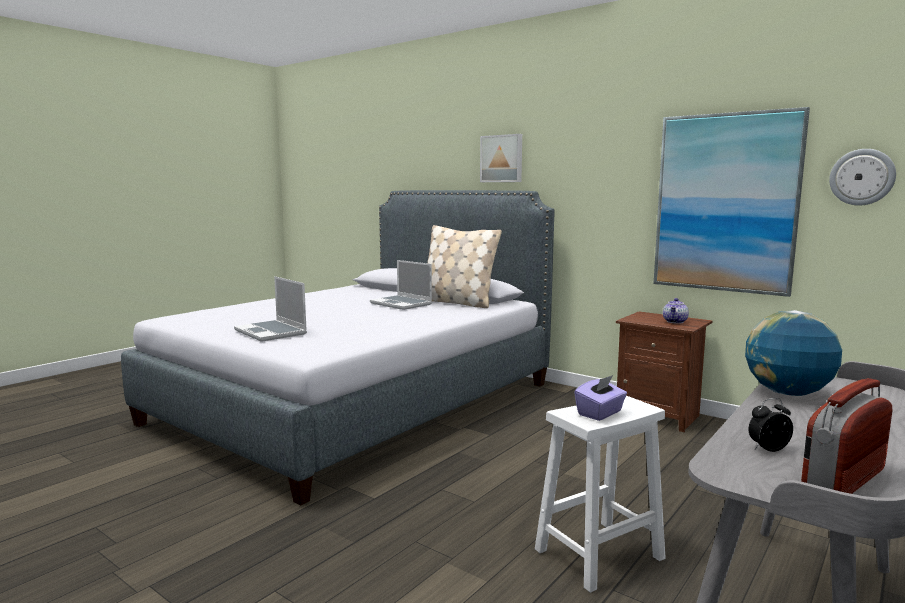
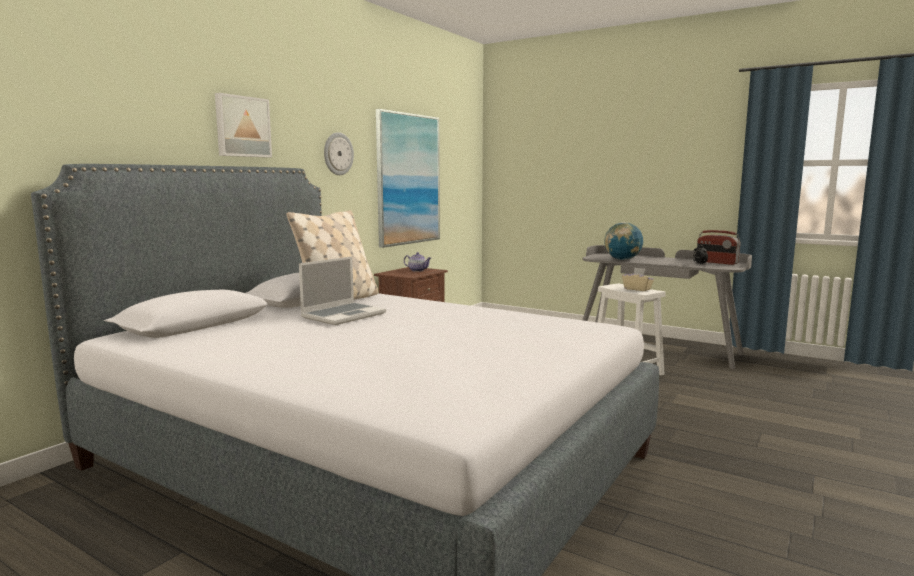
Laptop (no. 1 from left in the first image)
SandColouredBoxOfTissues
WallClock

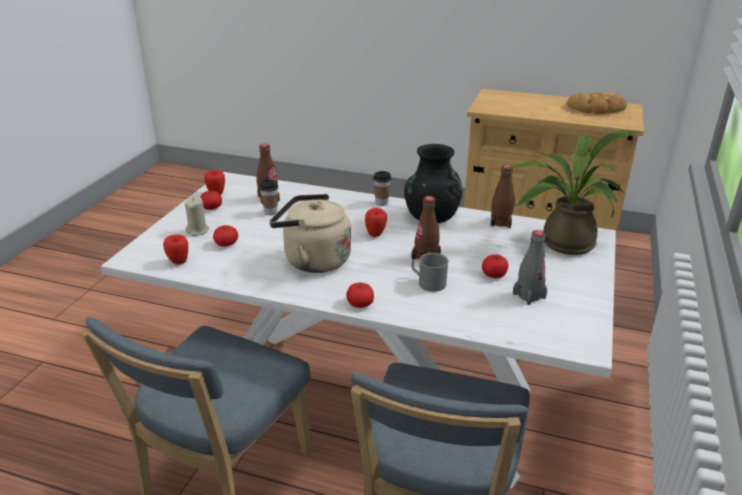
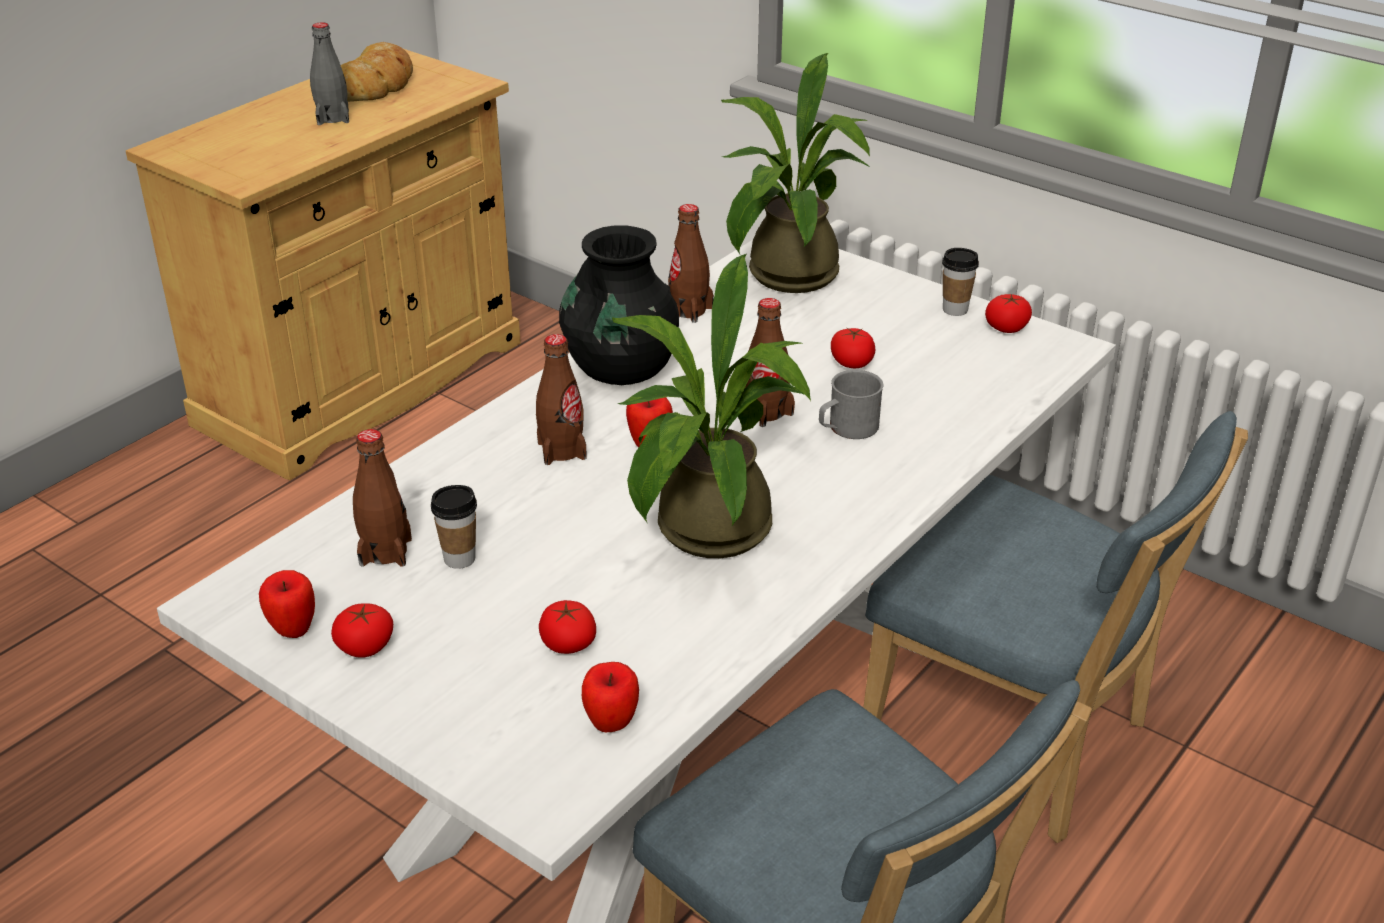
SandColouredWaxCandle
Houseplant (no. 1 from left)
Tomato (no. 4 from left)
DrinkingCup (no. 2 from left)
GrayBeverageBottle
BrownishBeverageBottle (no. 2 from left)

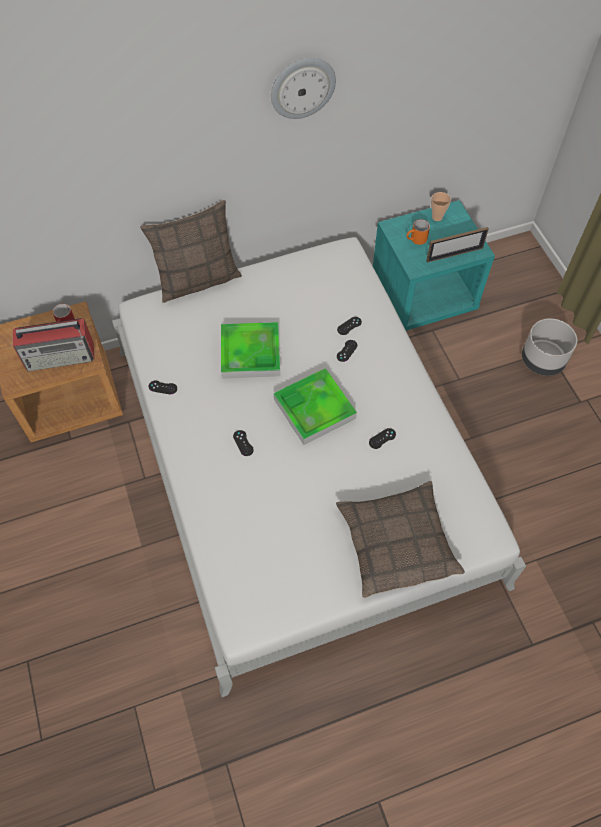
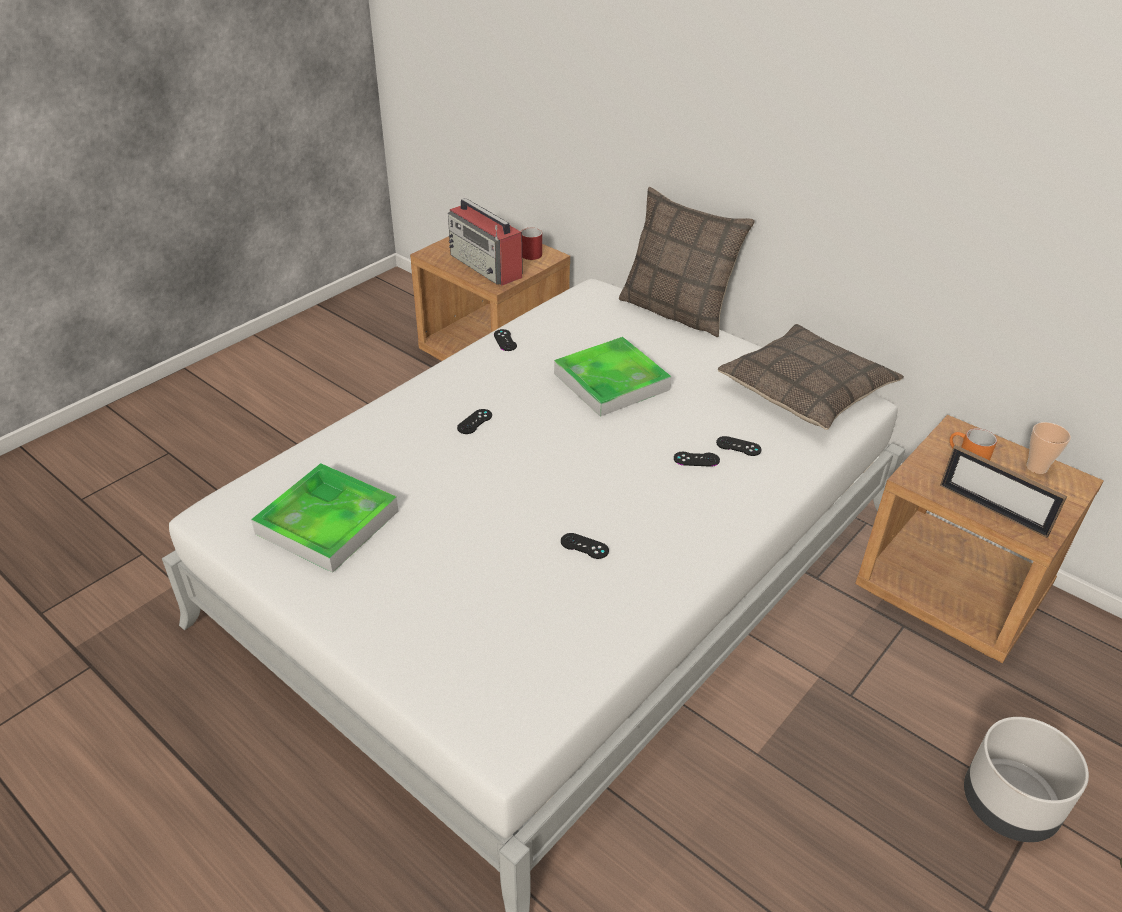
WallClock
CarryingTray (no. 1 from left)
ThrowPillow (no. 2 from left)
BrownishBedsideTable (no. 2 from left)

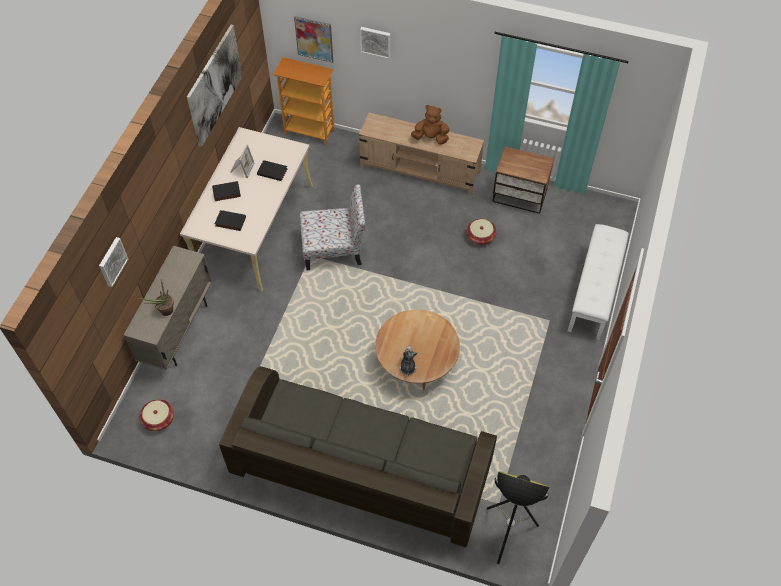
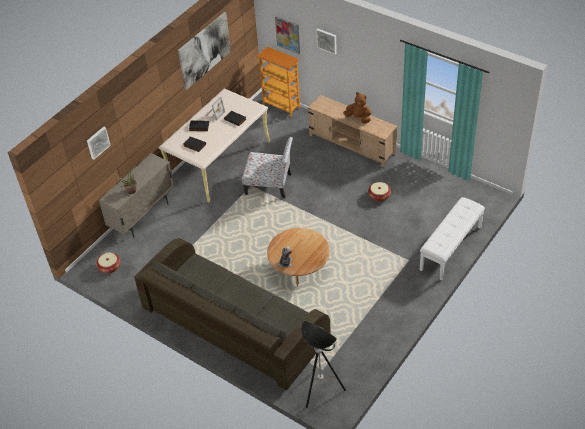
BedsideTable

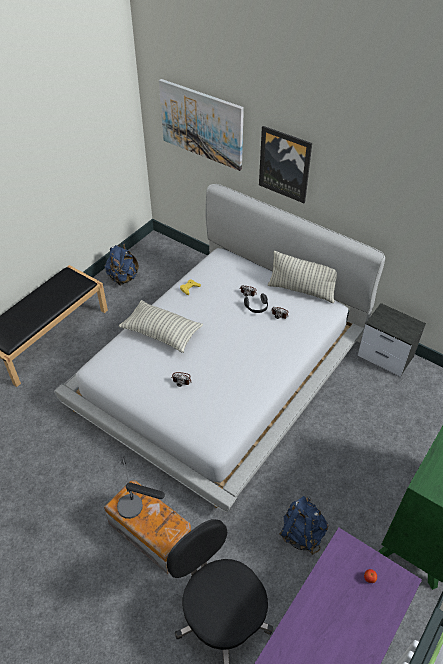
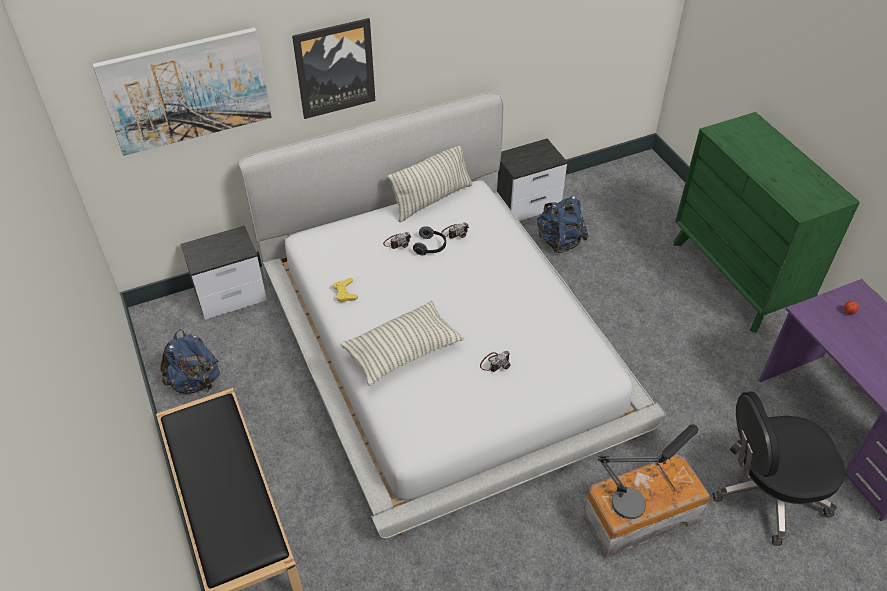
BlueColouredBackpack (no. 2 from left)
BedsideTable (no. 1 from left)

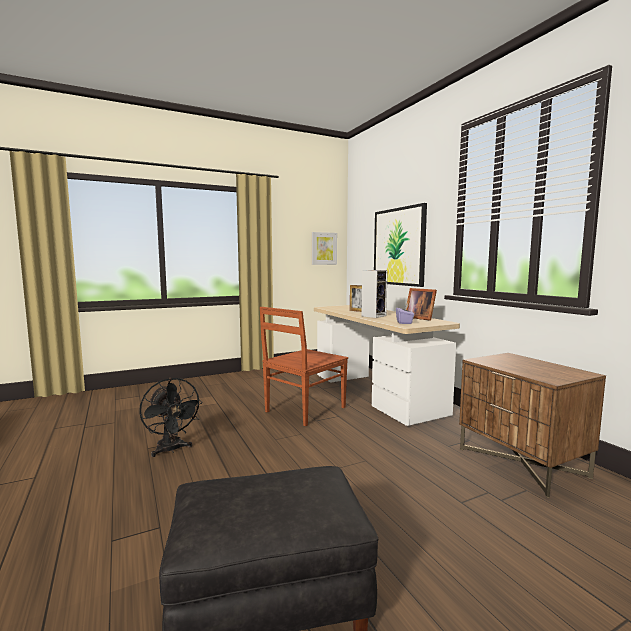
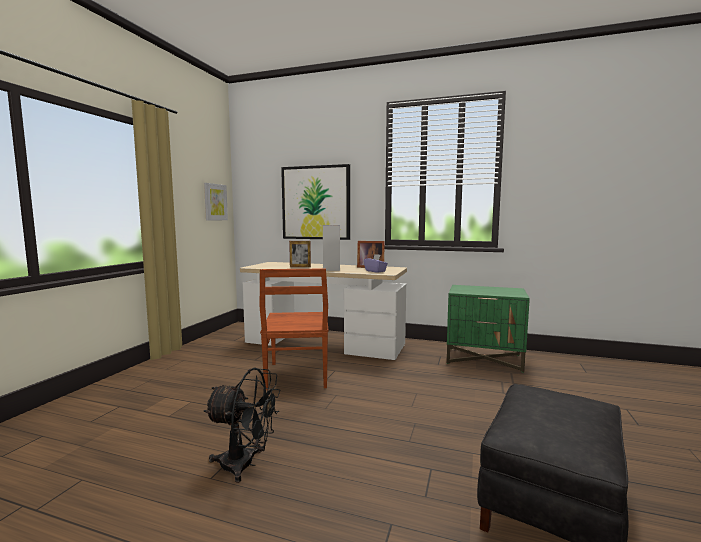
GreenishBedsideTable

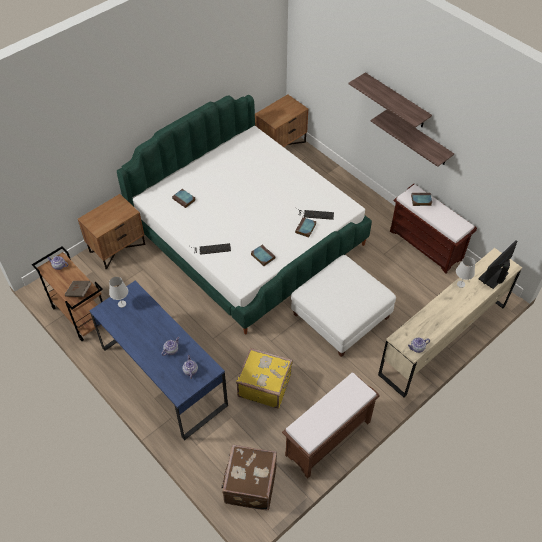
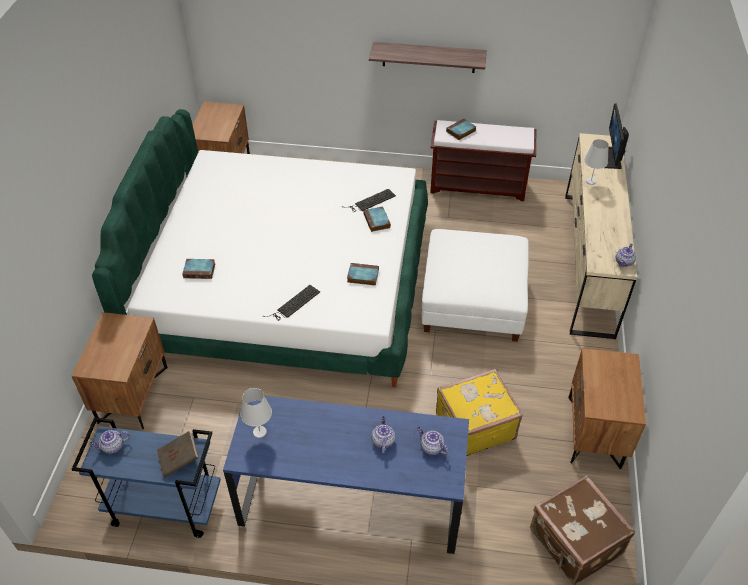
BlueColouredWheeledCart
BrownishBedsideTable (no. 3 from left)
BracketShelf (no. 1 from left in the first image)

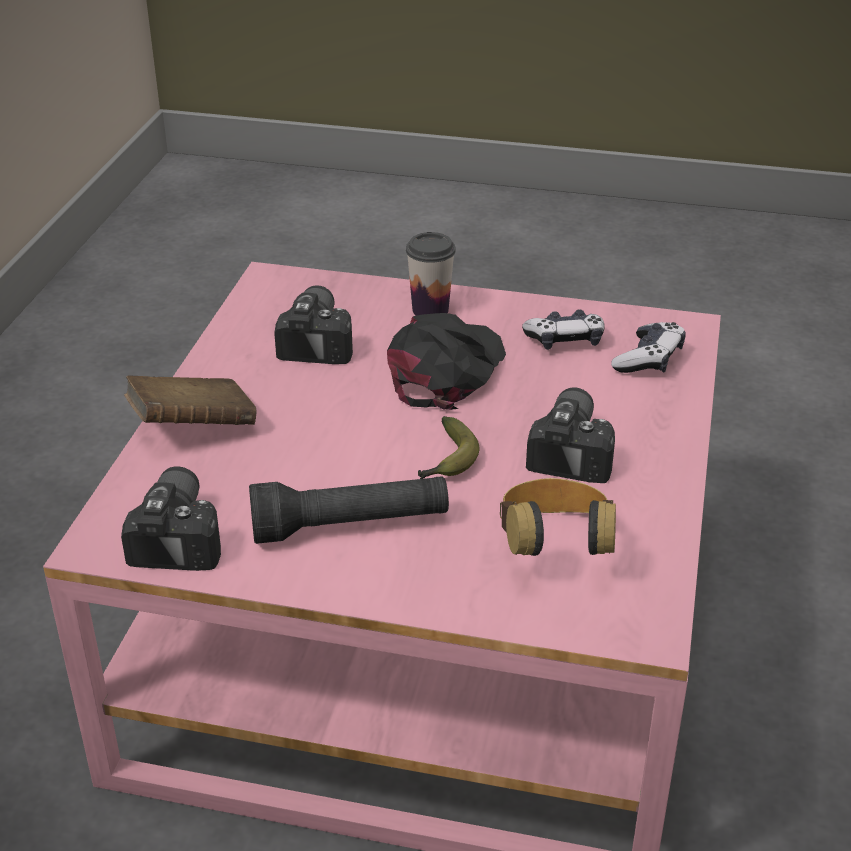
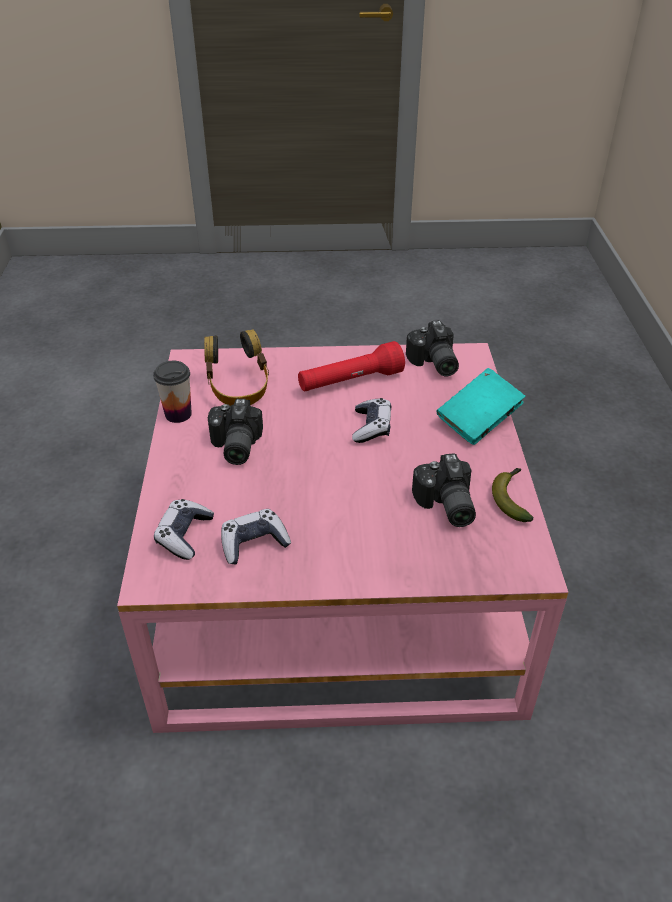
TurquoiseBook
ReddishHandTorch
BlackBaseballCap
DrinkingCup
BananaFruit
Joypad (no. 3 from left)

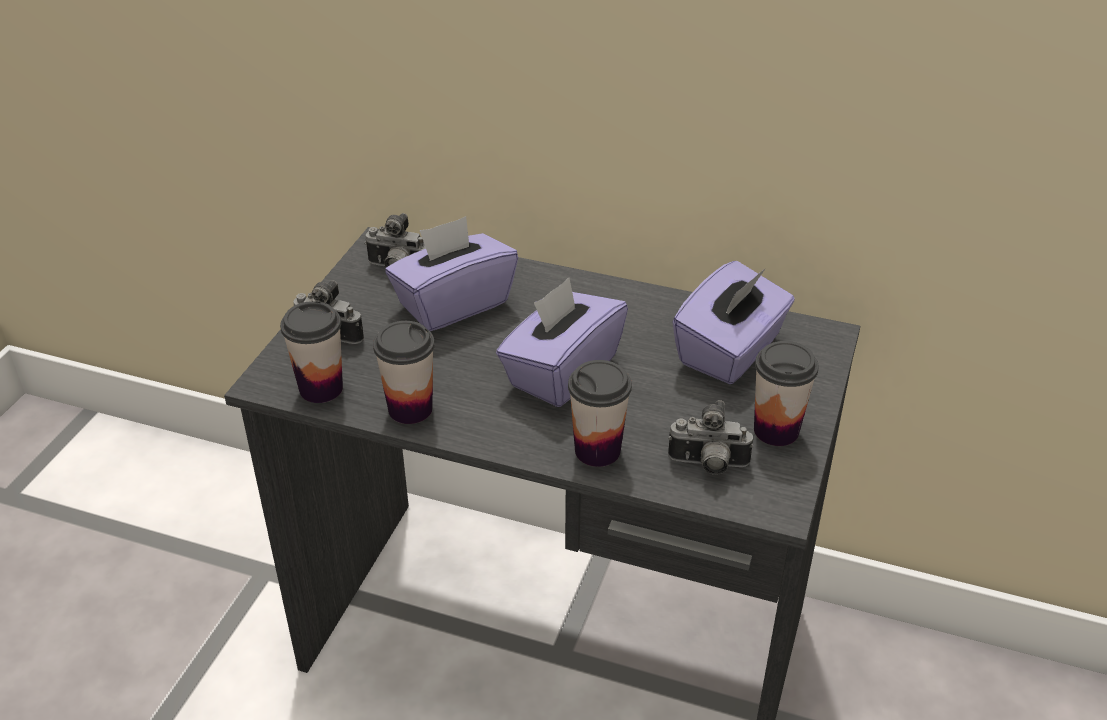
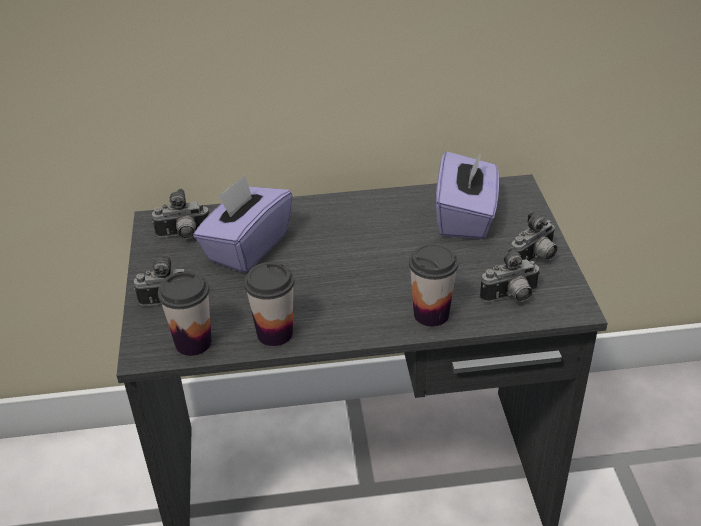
PurpleBoxOfTissues (no. 2 from left in the first image)
PhotoCamera (no. 4 from left)

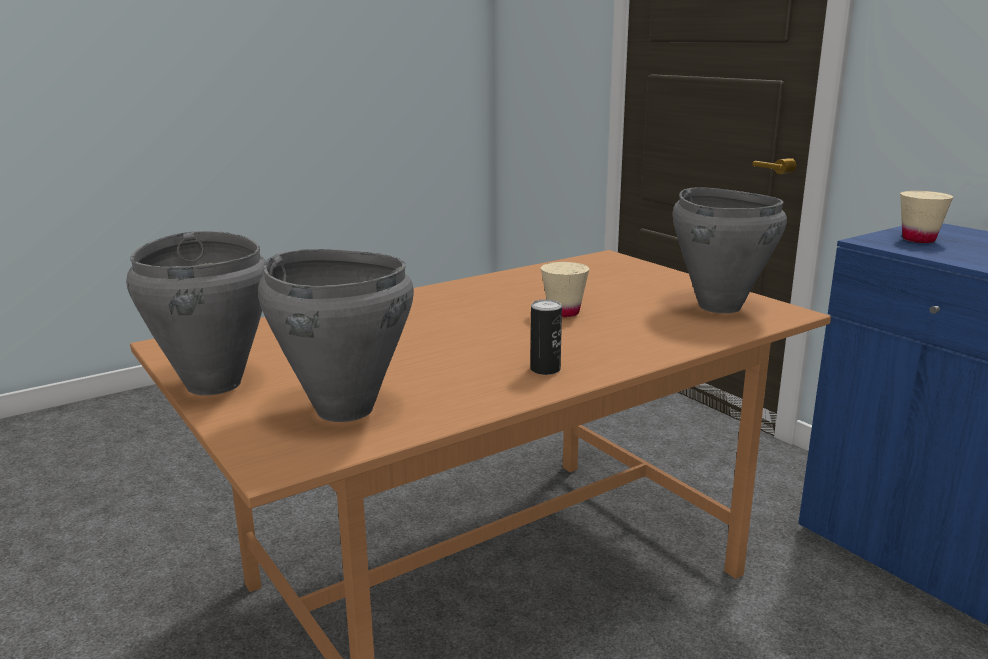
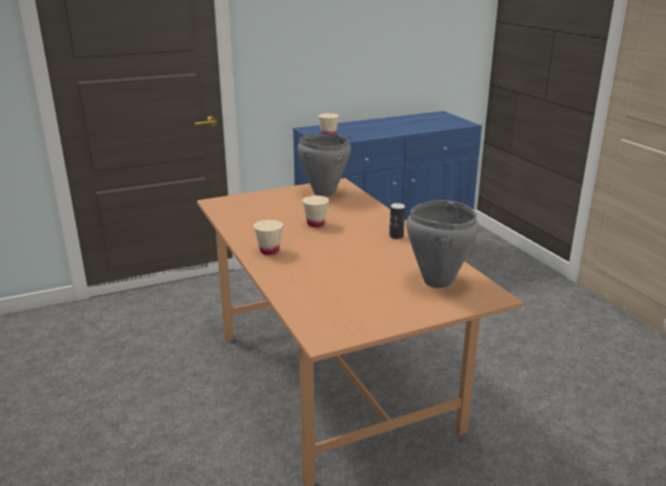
GrayStockpot (no. 1 from left in the first image)
SandColouredDrinkingCup (no. 1 from left)

